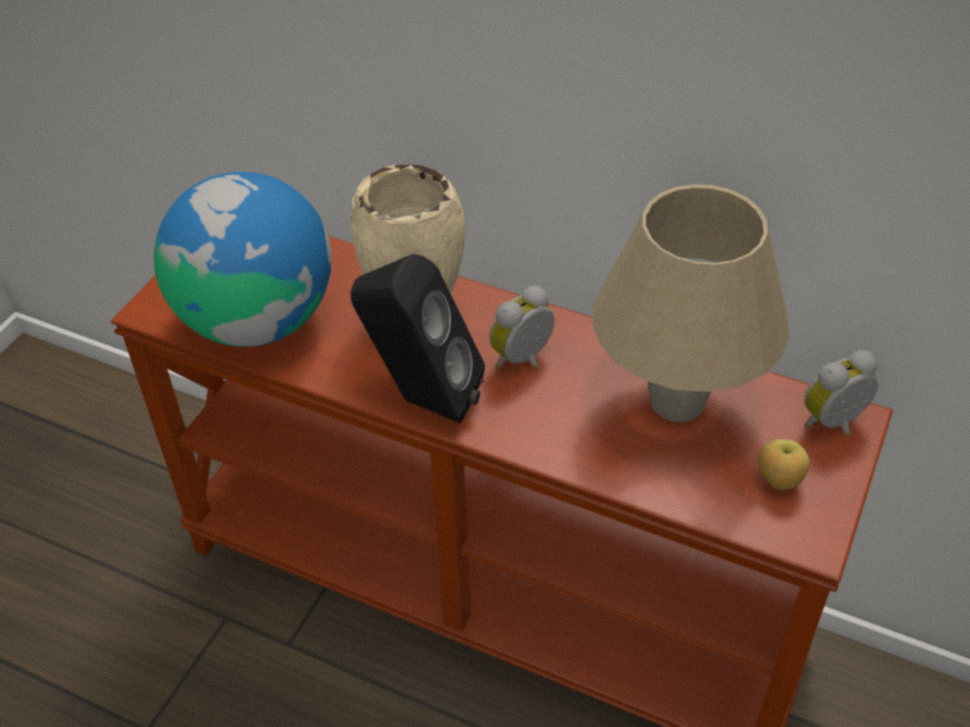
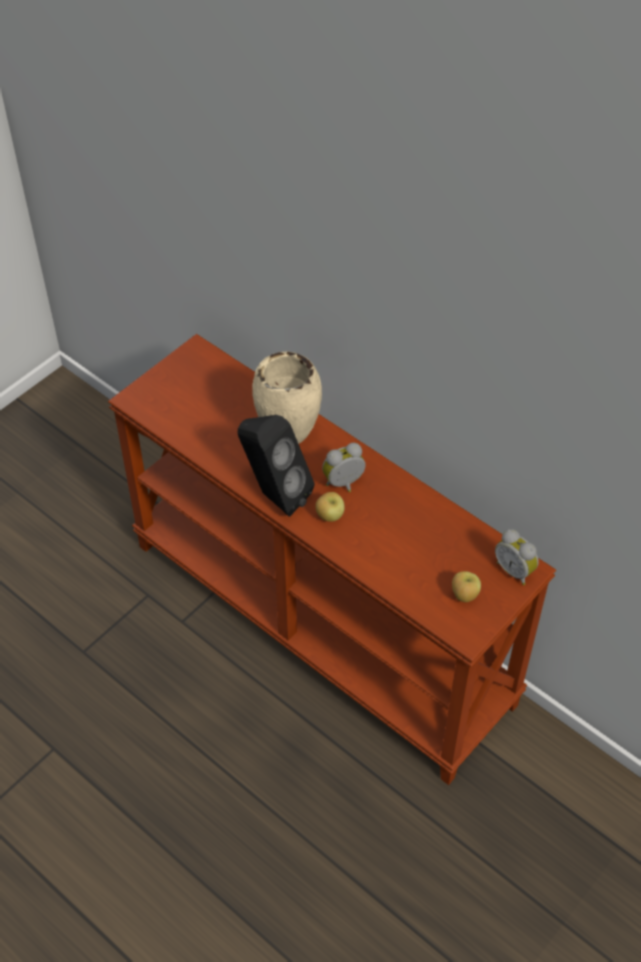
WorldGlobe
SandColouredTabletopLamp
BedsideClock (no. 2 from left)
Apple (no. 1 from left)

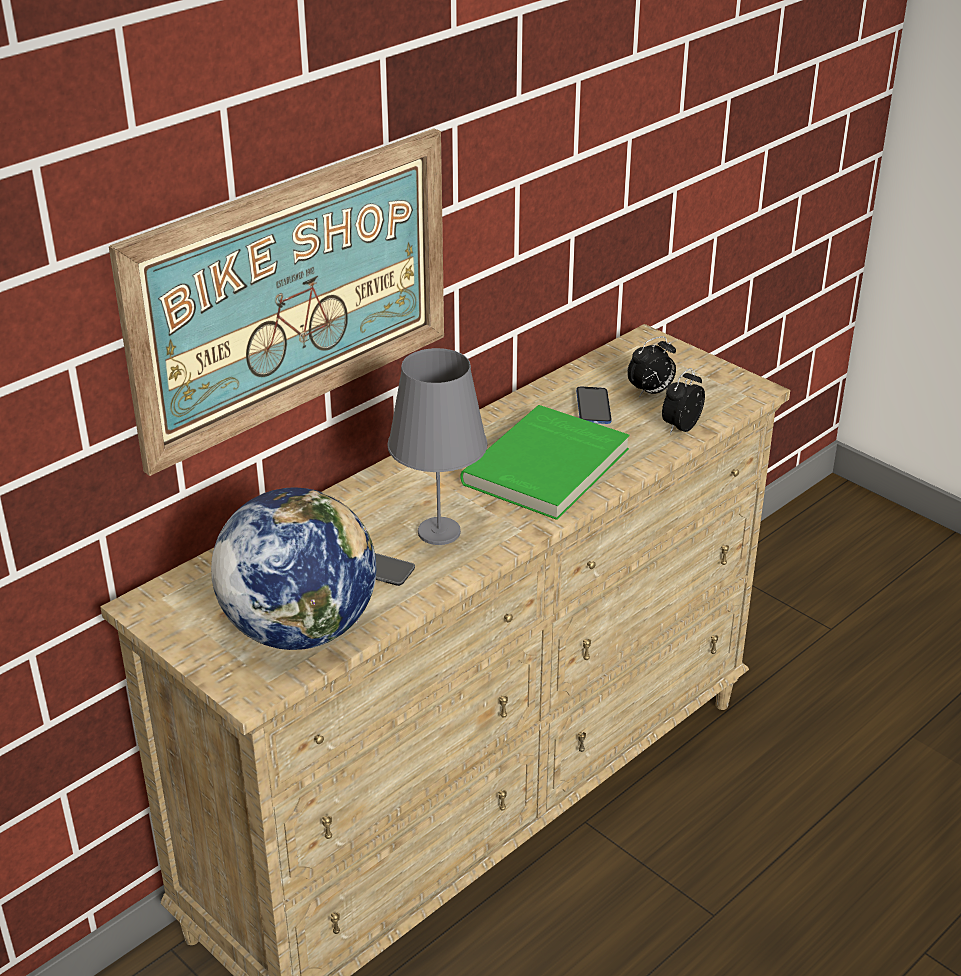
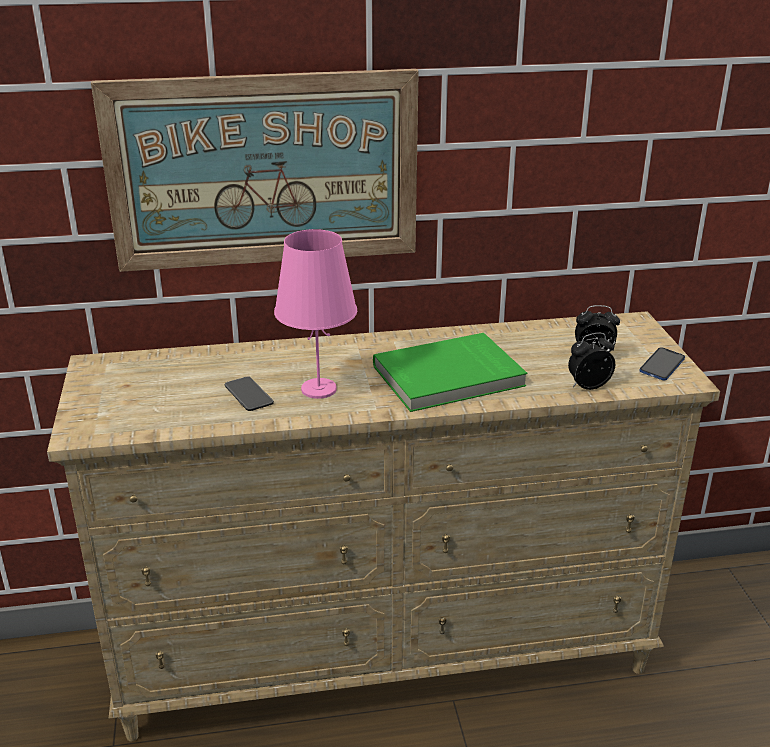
WorldGlobe
PinkColouredTabletopLamp
Phone (no. 2 from left)

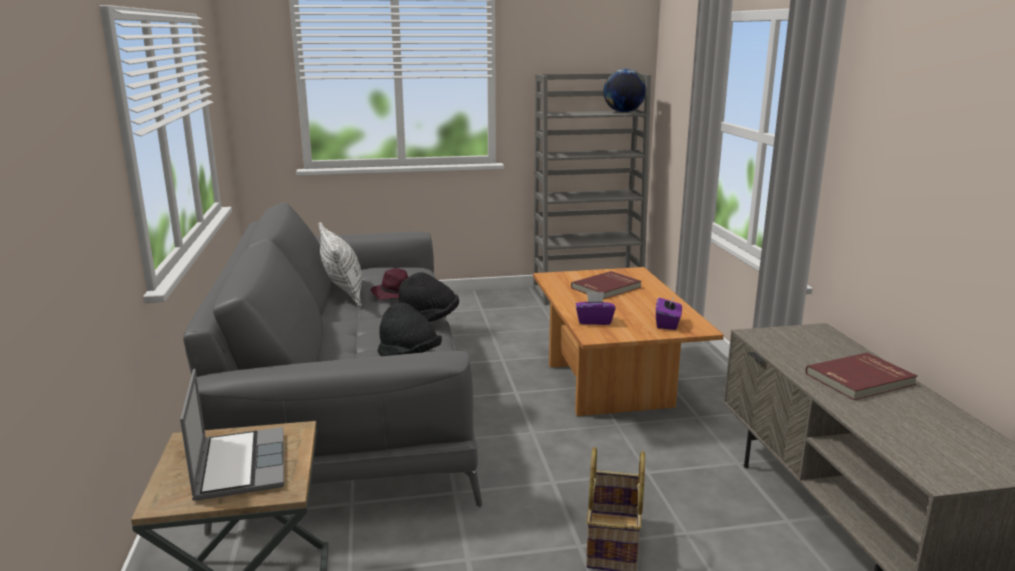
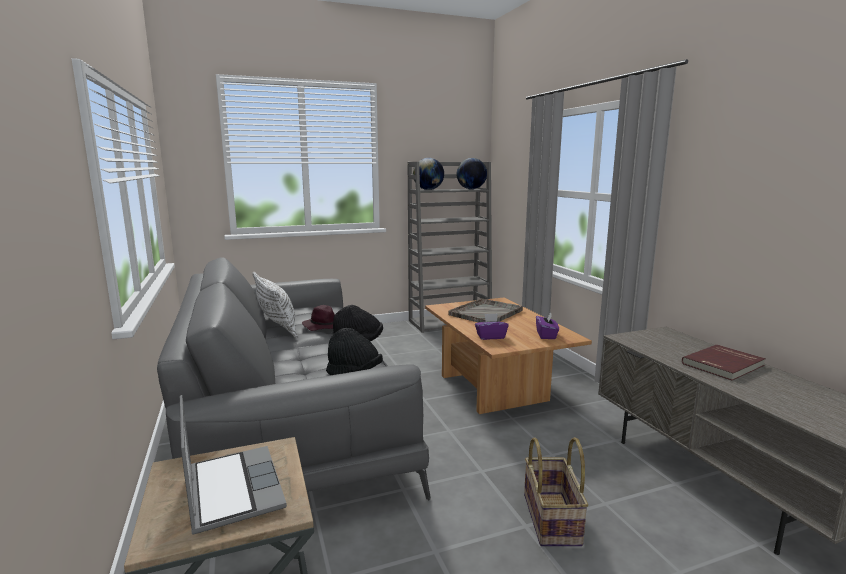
GrayCarryingTray
WorldGlobe (no. 1 from left)

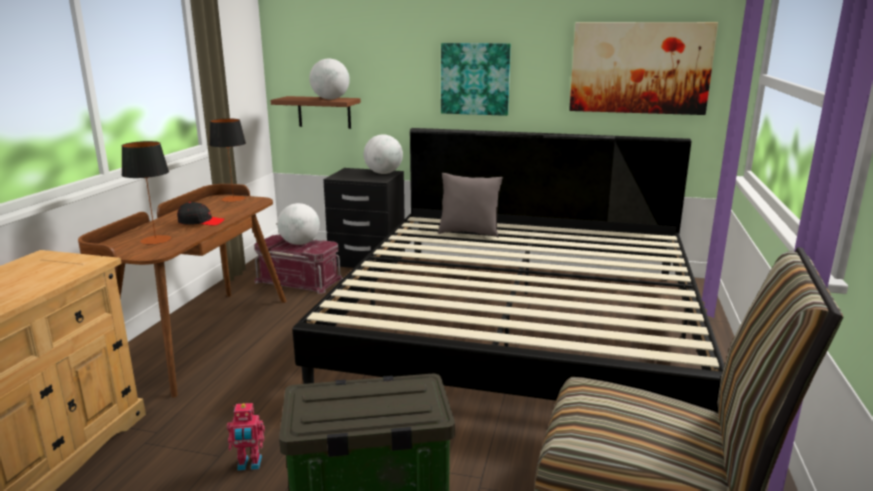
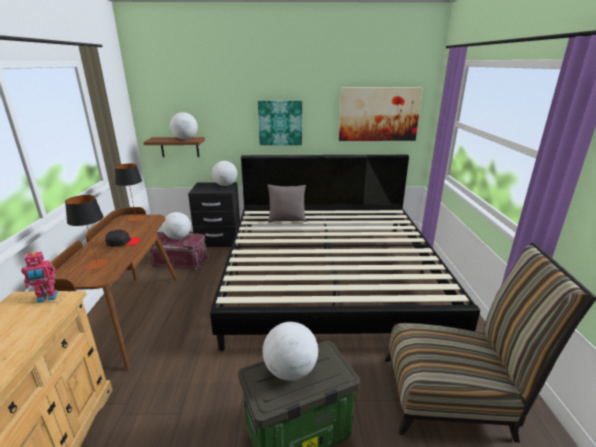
ModelRobot
WorldGlobe (no. 4 from left)

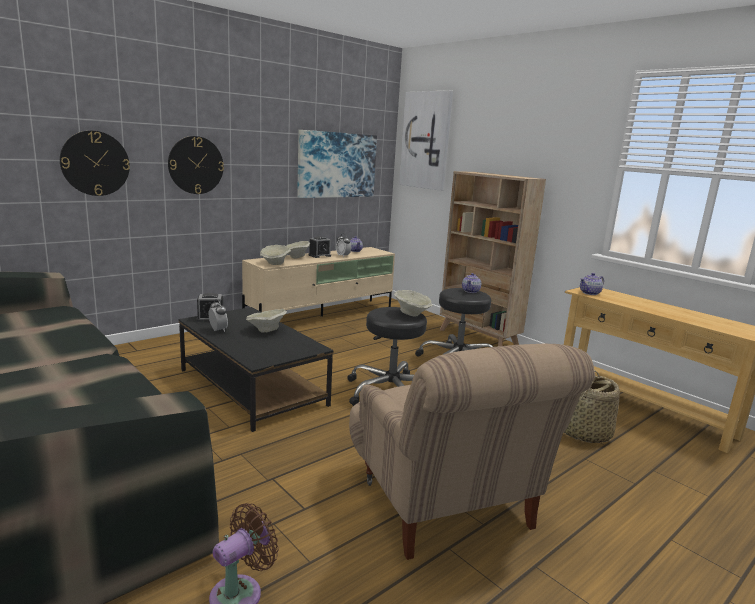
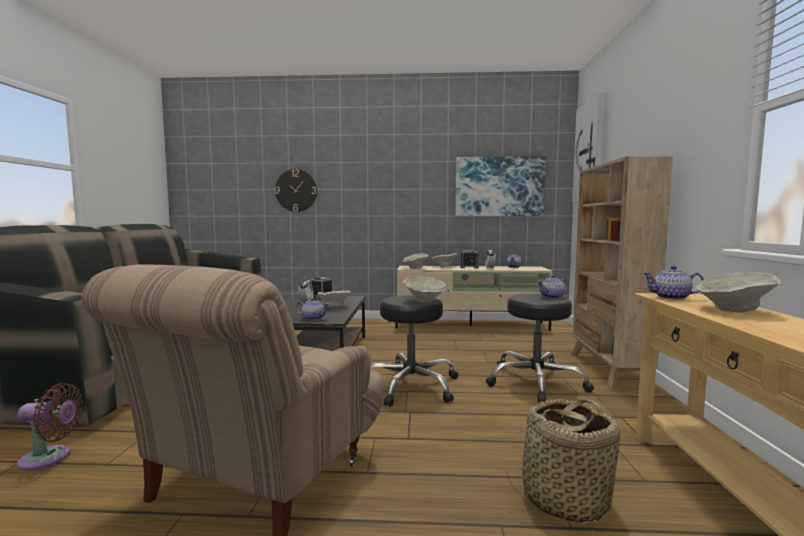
WallClock (no. 2 from left in the first image)
TeaPot (no. 1 from left)
SandColouredBowl (no. 5 from left)

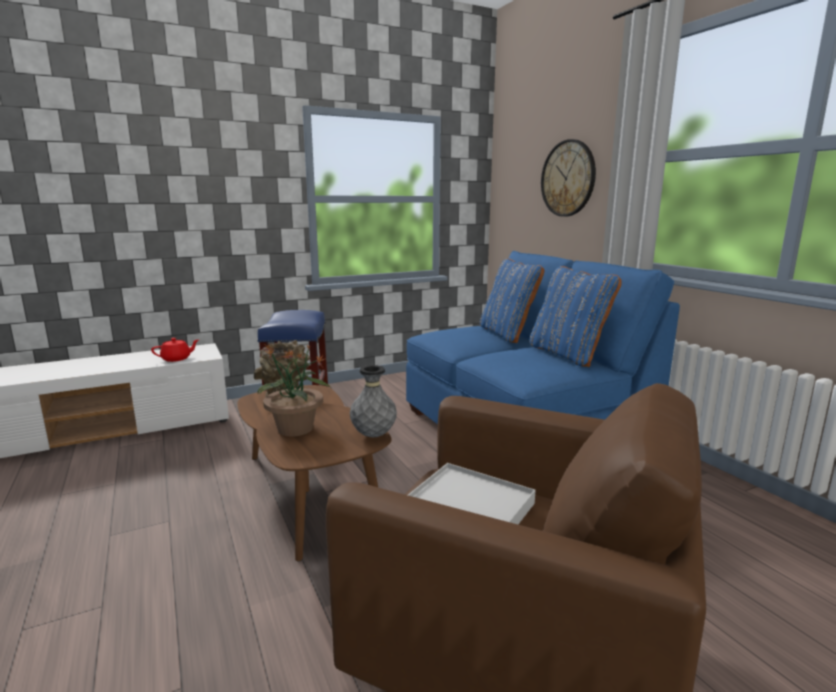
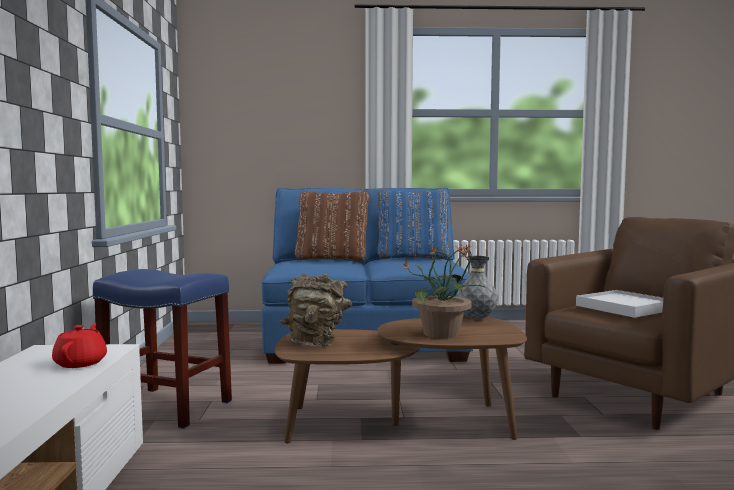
BrownishThrowPillow
WallClock

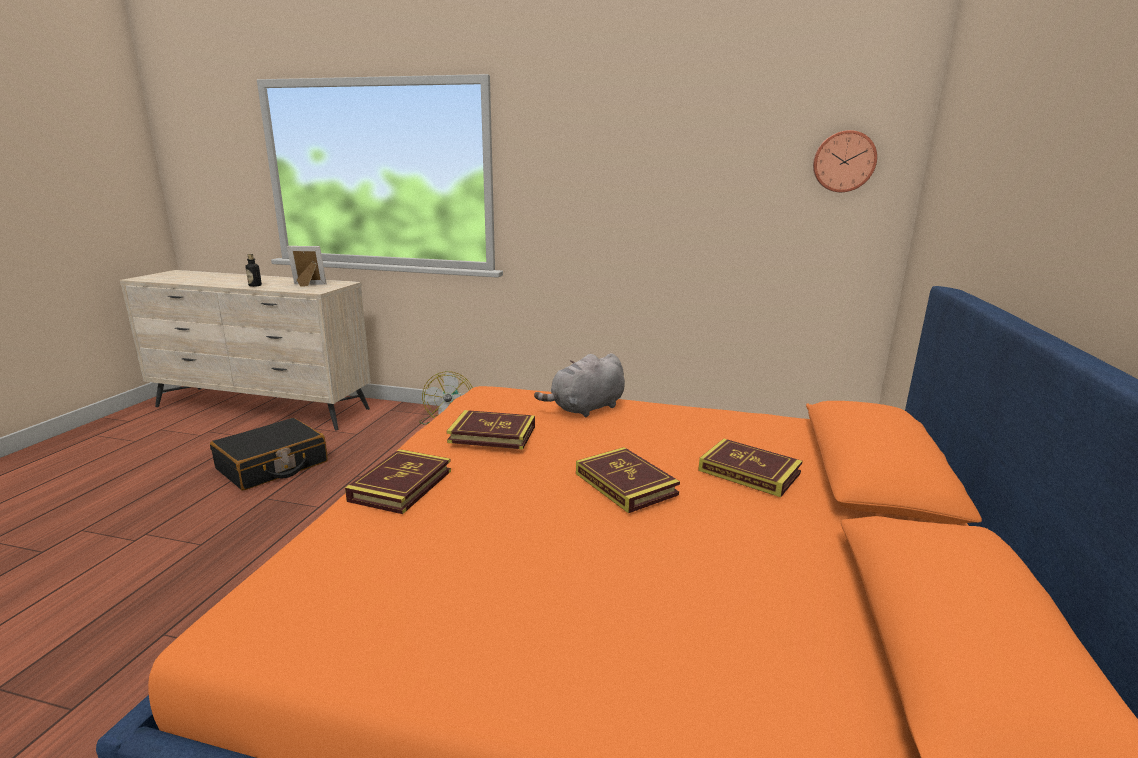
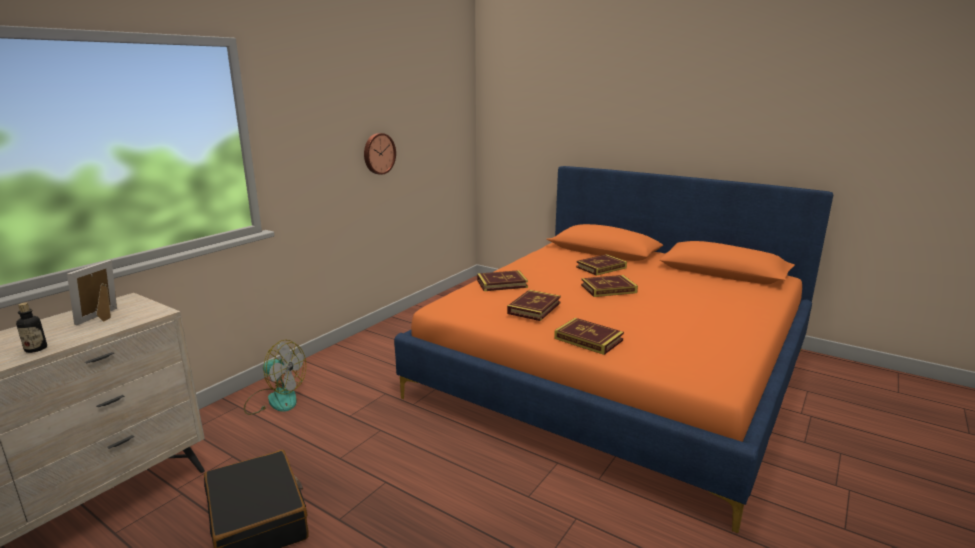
Book (no. 1 from left)
WallClock

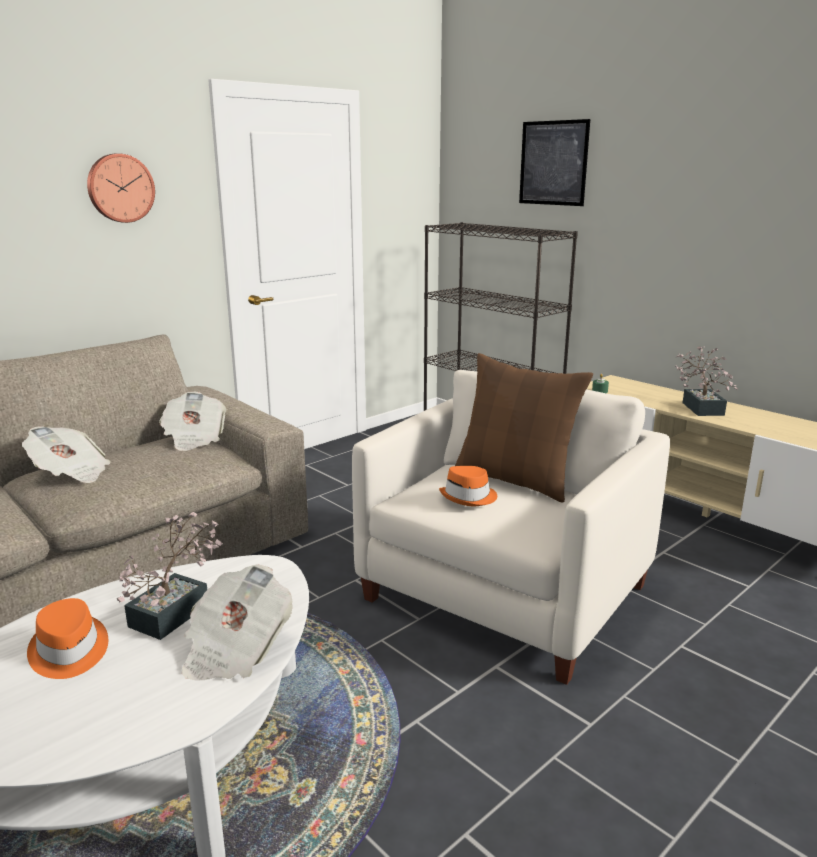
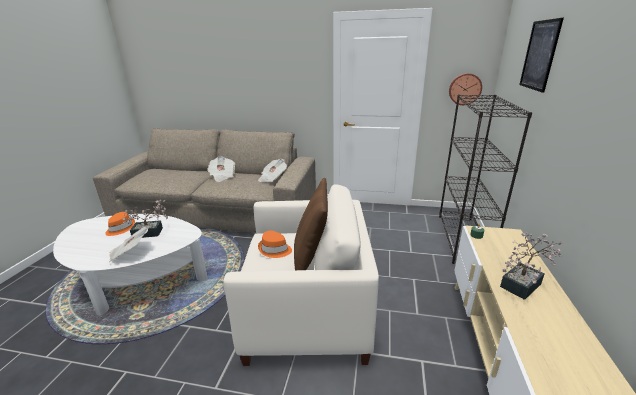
WallClock

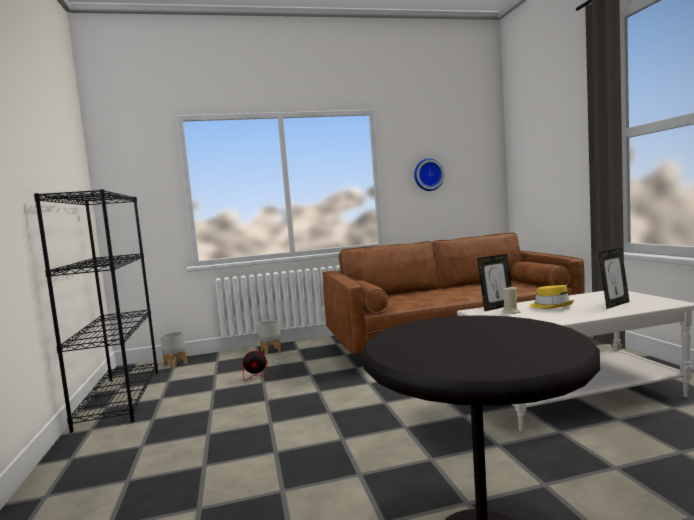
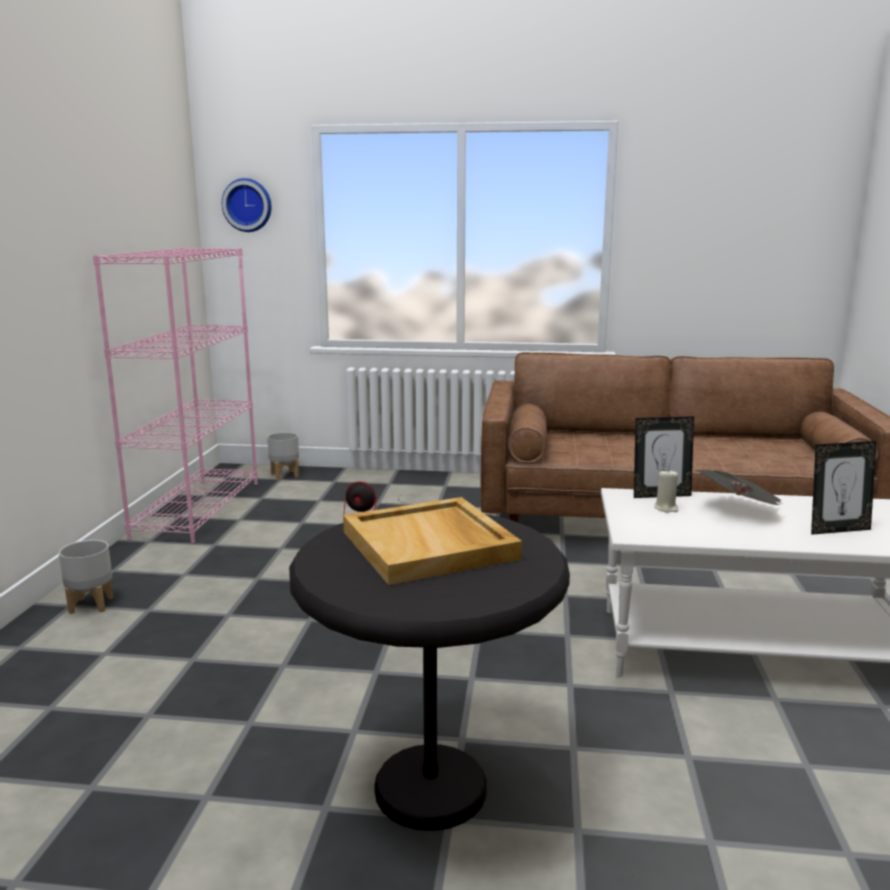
PinkColouredBookshelf
GrayPlantPot (no. 1 from left)
WallClock
Newspaper
SandColouredCarryingTray

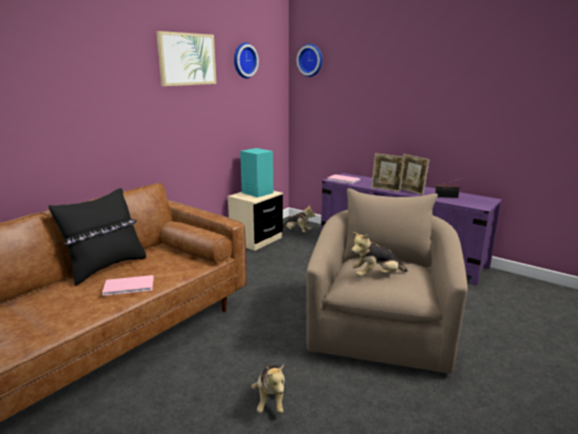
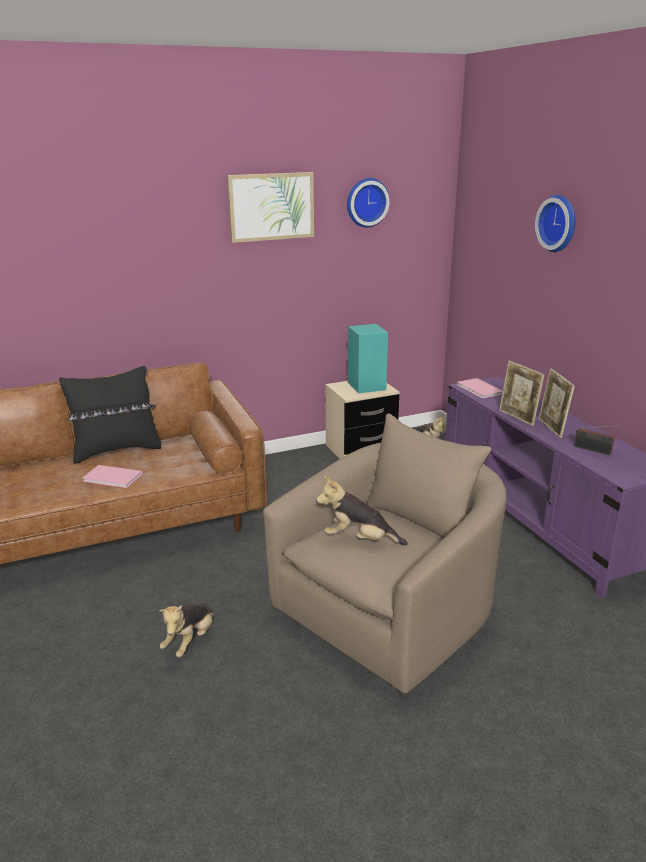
WallClock (no. 2 from left)

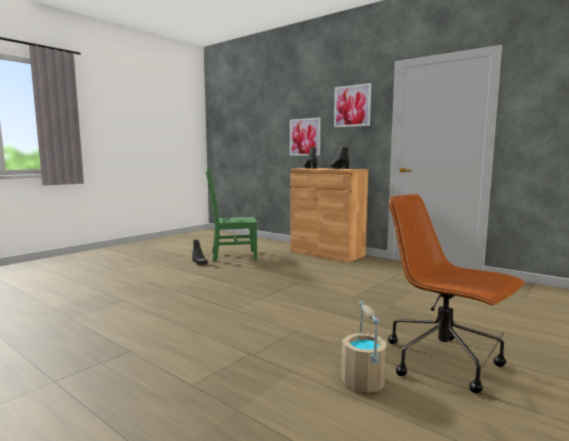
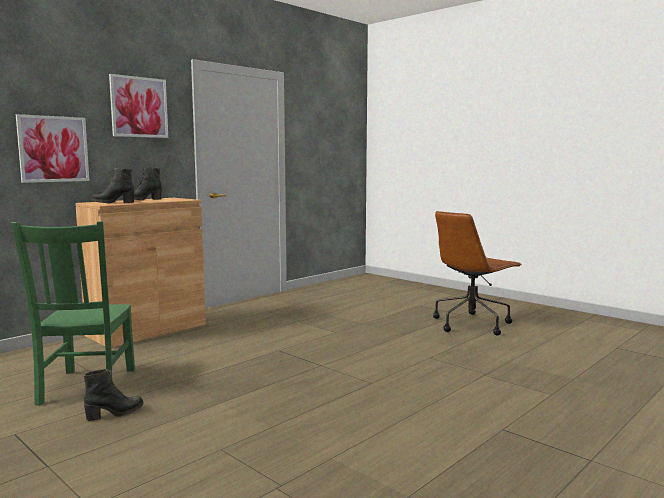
SandColouredPail

